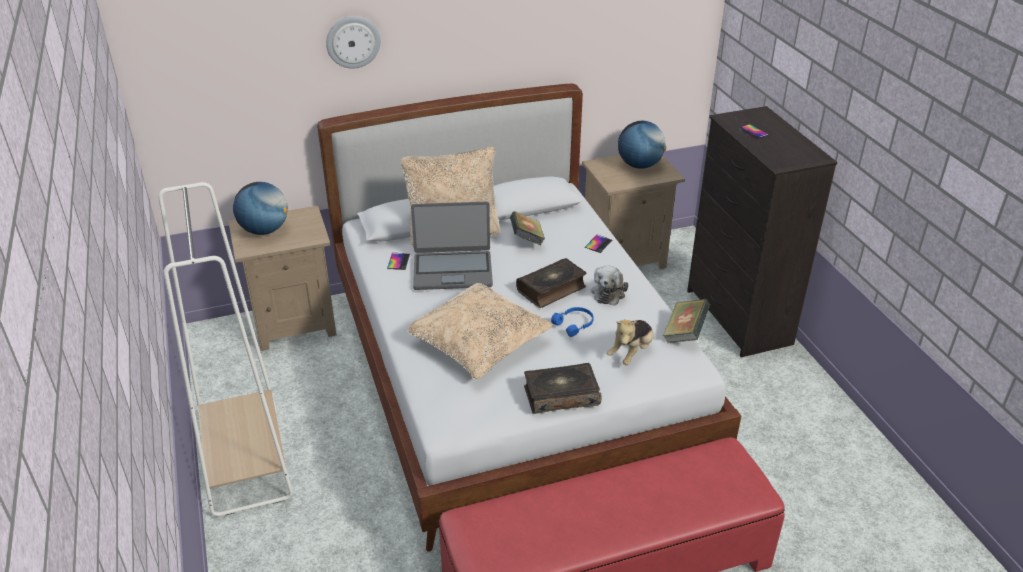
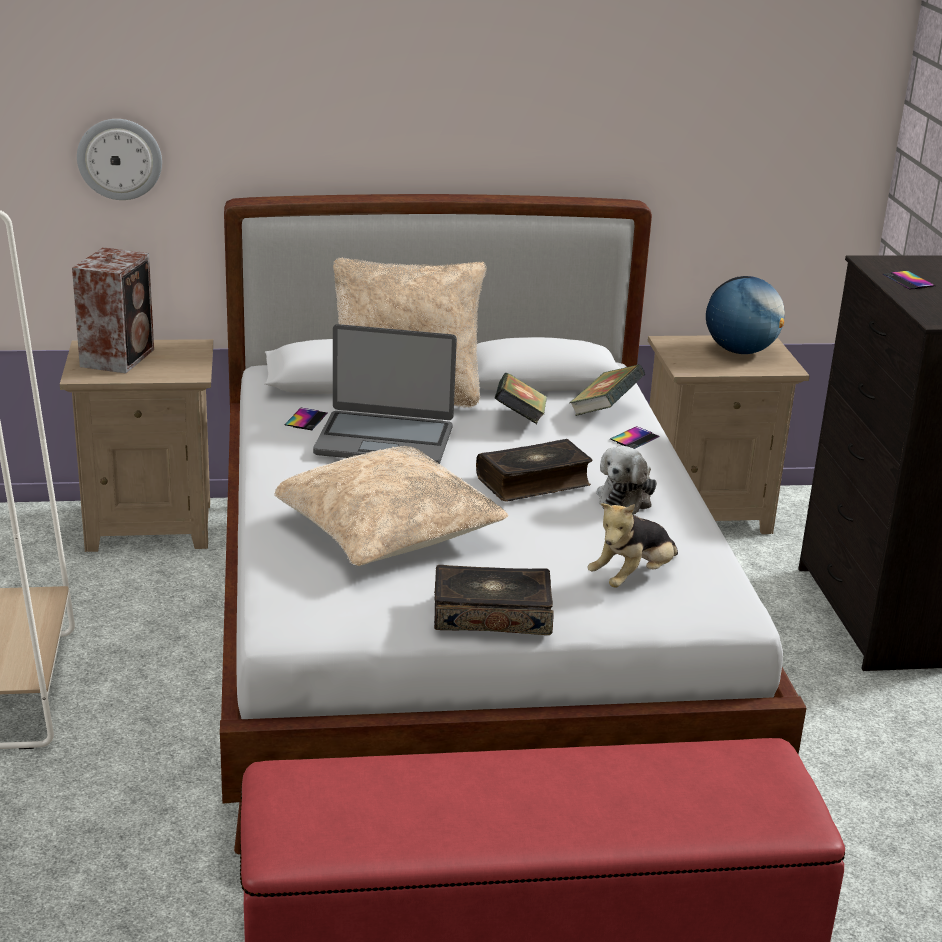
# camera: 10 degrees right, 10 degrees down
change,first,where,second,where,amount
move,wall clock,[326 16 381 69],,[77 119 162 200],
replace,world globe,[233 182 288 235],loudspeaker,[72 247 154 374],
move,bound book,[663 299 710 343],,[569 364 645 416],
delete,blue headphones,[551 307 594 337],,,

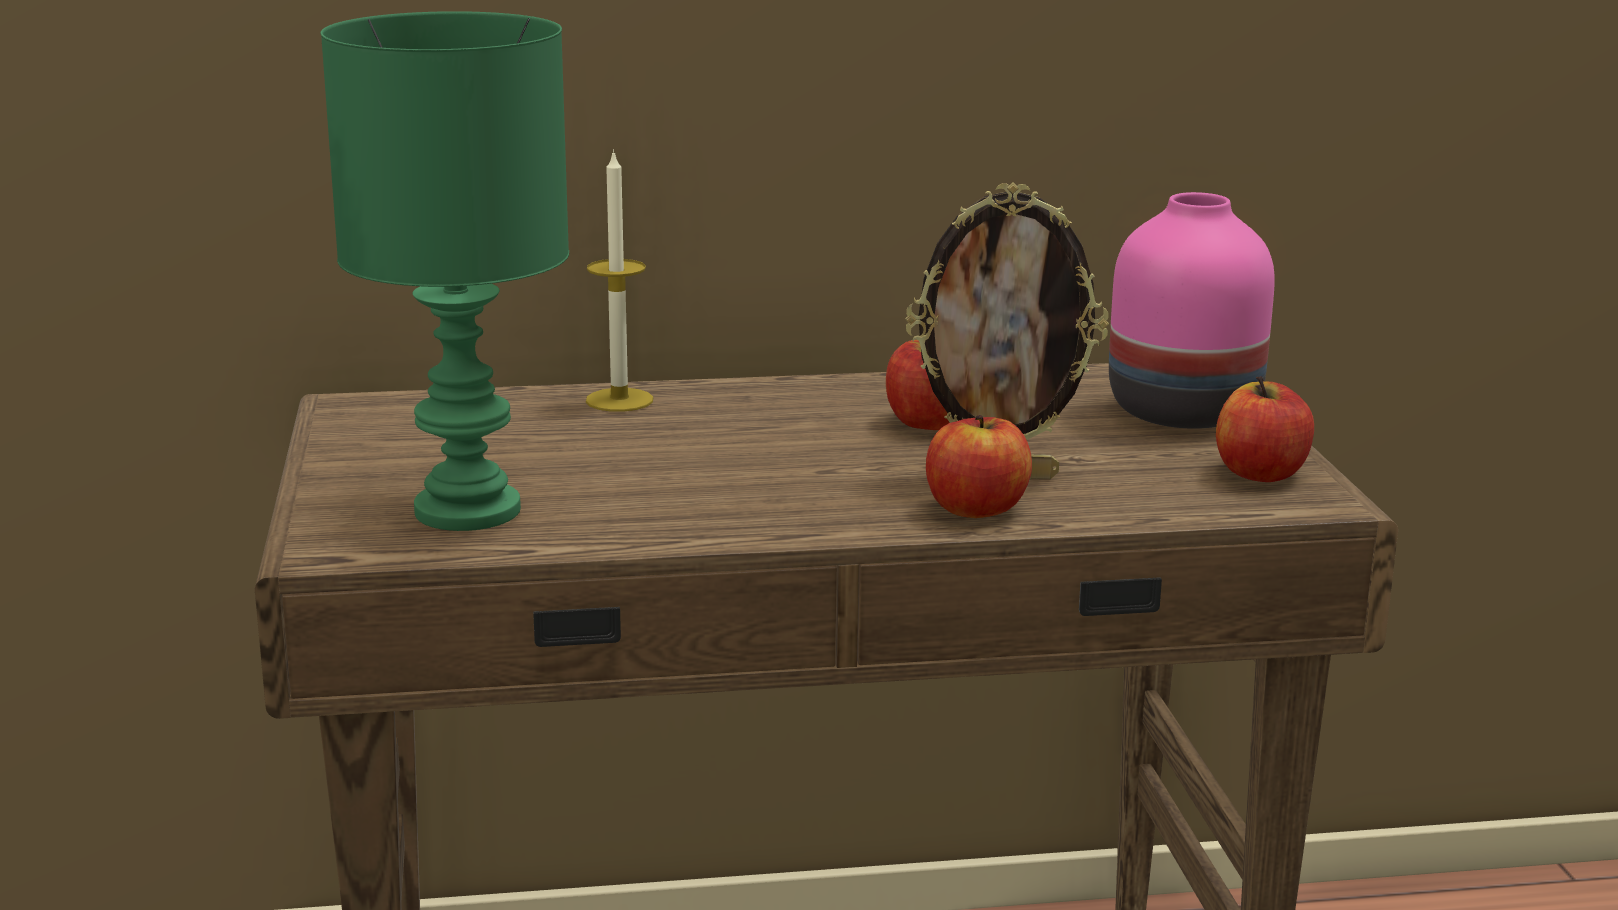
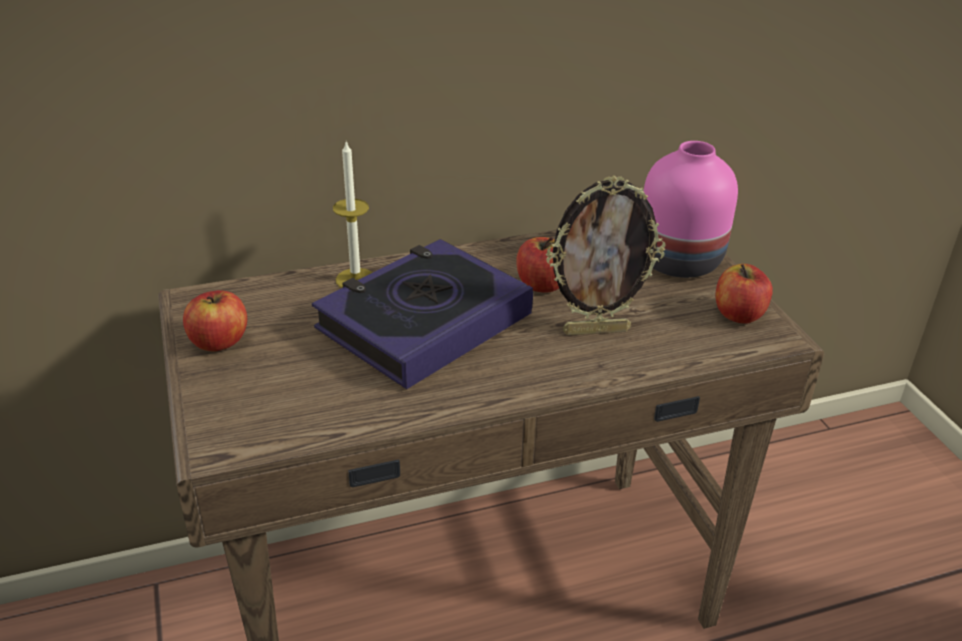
# camera: 10 degrees left, 15 degrees up
change,first,where,second,where,amount
delete,green-coloured lamp for a table,[321 11 569 531],,,
move,apple fruit,[926 415 1032 518],,[183 290 247 352],
insert,,,bound book,[312 239 533 389],

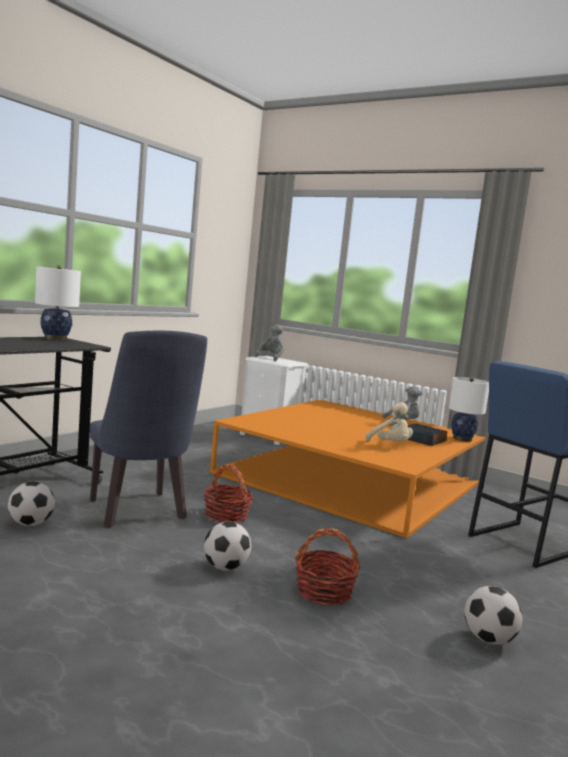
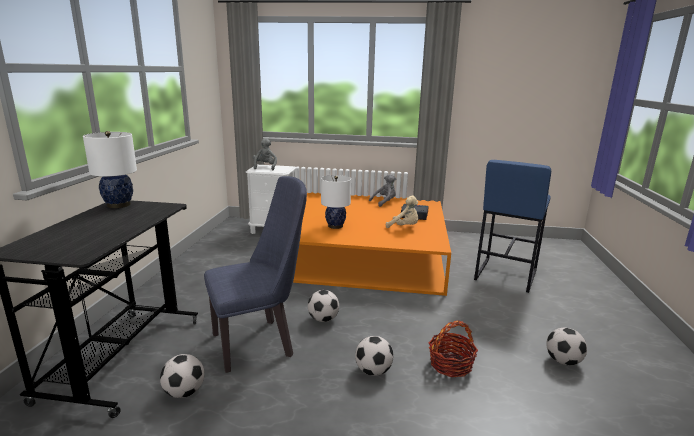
# camera: 25 degrees left, 10 degrees up
change,first,where,second,where,amount
rotate,blue chair,[90 331 207 528],,[204 176 307 373],60 degrees counterclockwise
move,whitish lamp for a table,[449 377 489 442],,[321 175 351 229],
replace,basket,[204 465 253 523],ball for football,[308 290 339 322],

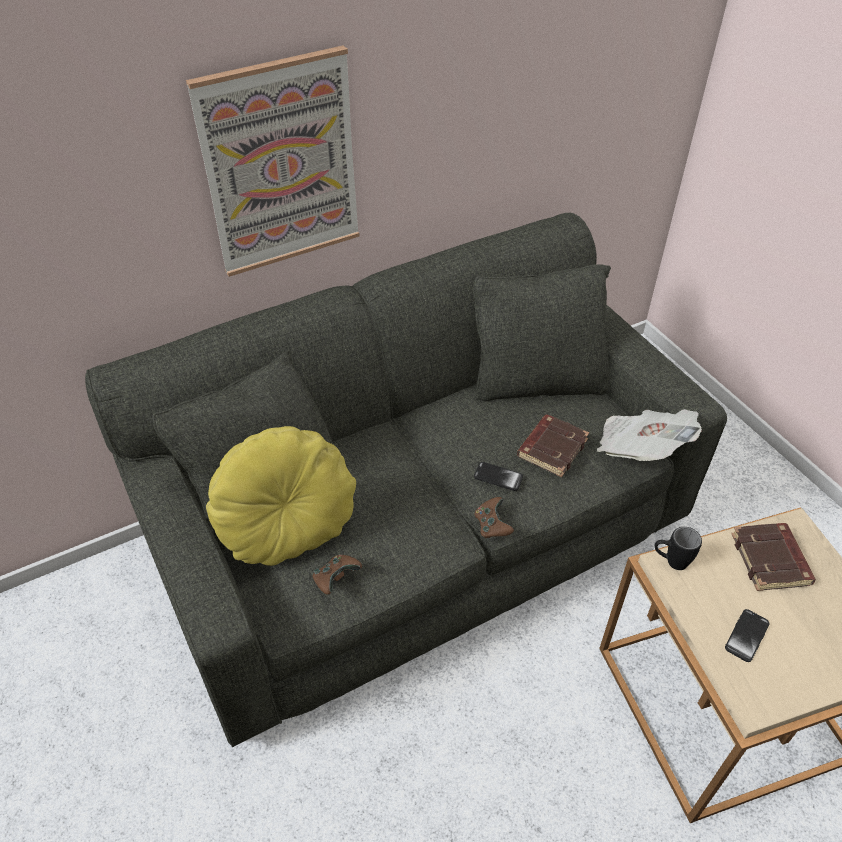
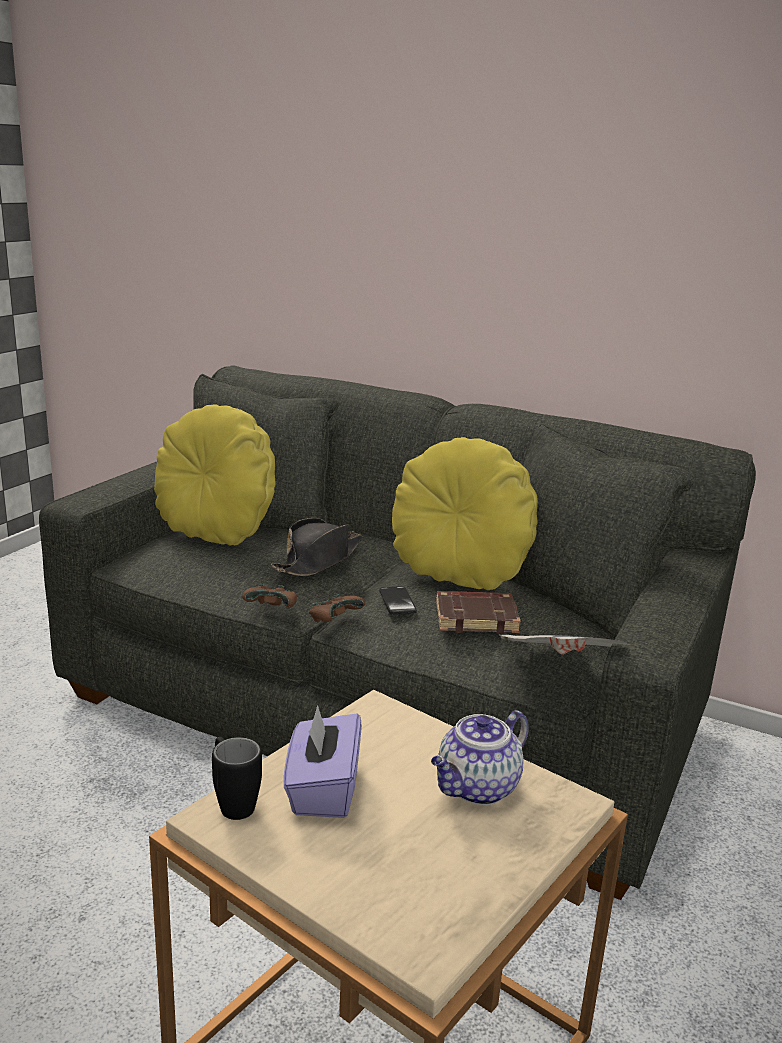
# camera: 55 degrees right, 25 degrees down
change,first,where,second,where,amount
delete,picture,[186 45 360 277],,,
replace,brown-coloured bound book,[731 523 816 591],pot for tea,[431 710 529 805],
move,black tea mug,[655 527 702 570],,[212 737 262 820],
move,brown-coloured gamepad,[313 555 362 595],,[242 584 297 607],
replace,phone,[725 609 769 662],purple tissue holder,[284 705 362 818],
insert,,,yellow-coloured throw pillow,[392 437 538 590],
insert,,,black wearable hat,[271 518 362 576],

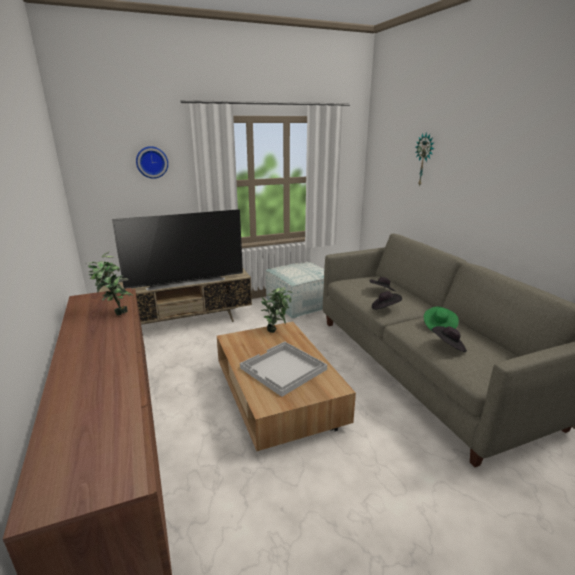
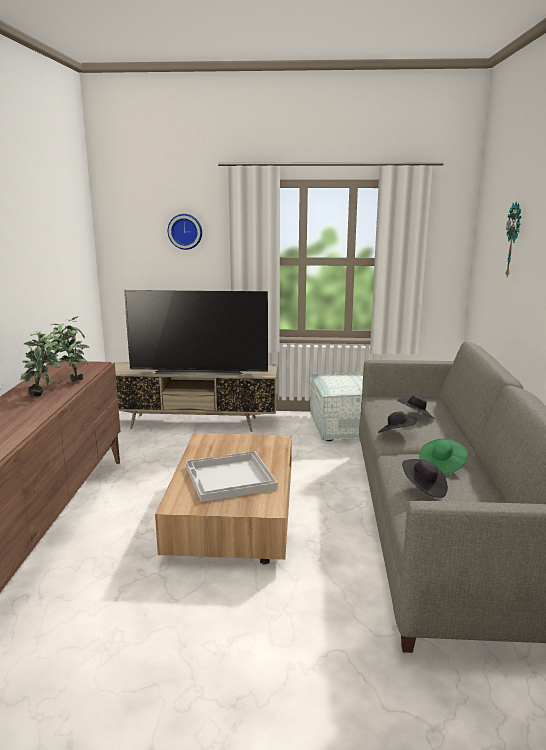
# camera: 25 degrees right, 5 degrees down
change,first,where,second,where,amount
move,plant in a pot,[261 287 292 333],,[20 331 62 396],

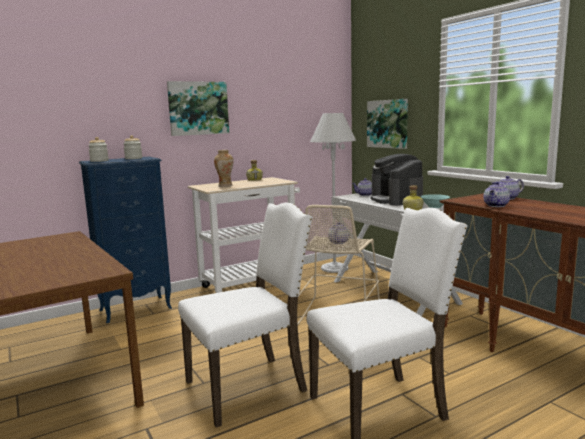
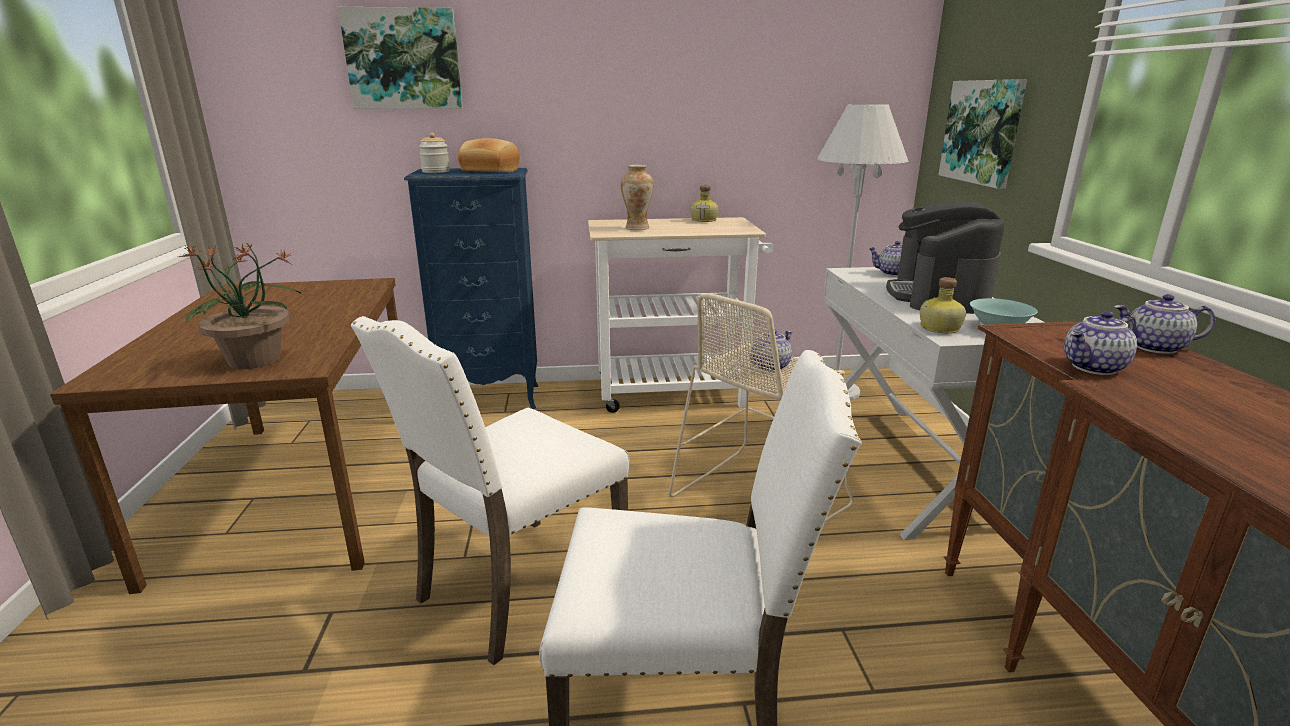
# camera: 25 degrees right, 10 degrees up
change,first,where,second,where,amount
move,picture,[167 81 229 136],,[338 7 463 109],
replace,preserve jar,[123 135 142 159],baked bread,[458 138 520 172],
rotate,whitish chair,[178 202 313 428],,[351 316 630 665],135 degrees clockwise
insert,,,plant in a pot,[179 243 301 369],

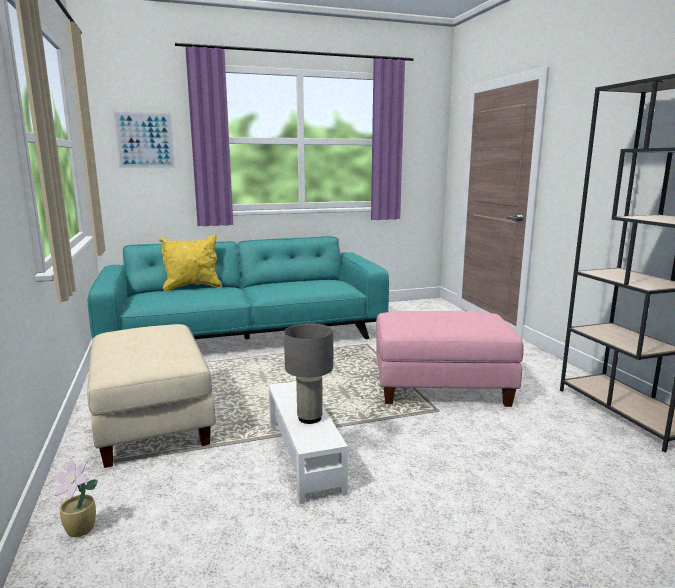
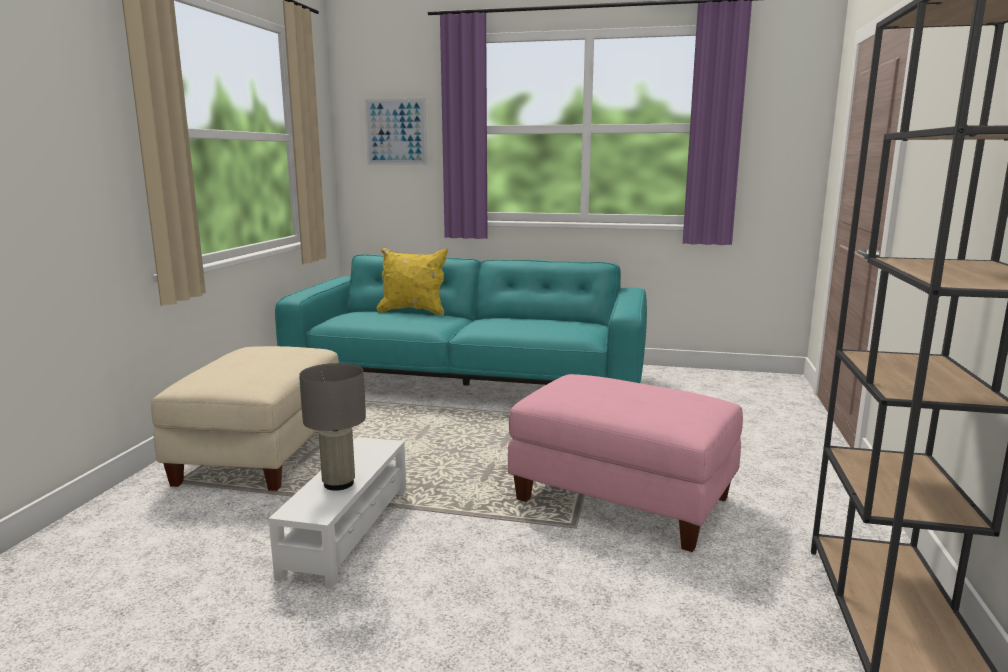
# camera: 30 degrees right, 0 degrees up
change,first,where,second,where,amount
delete,plant in a pot,[55 459 98 537],,,

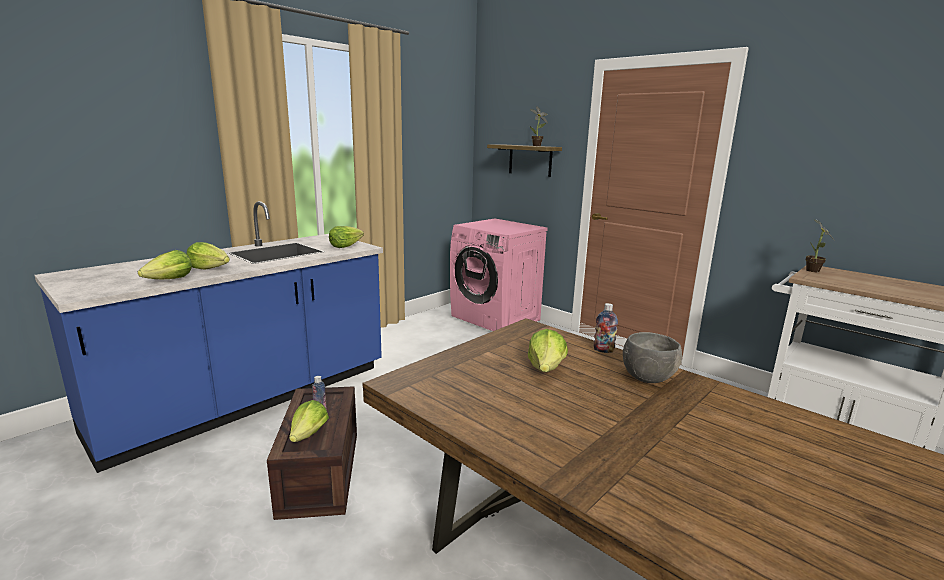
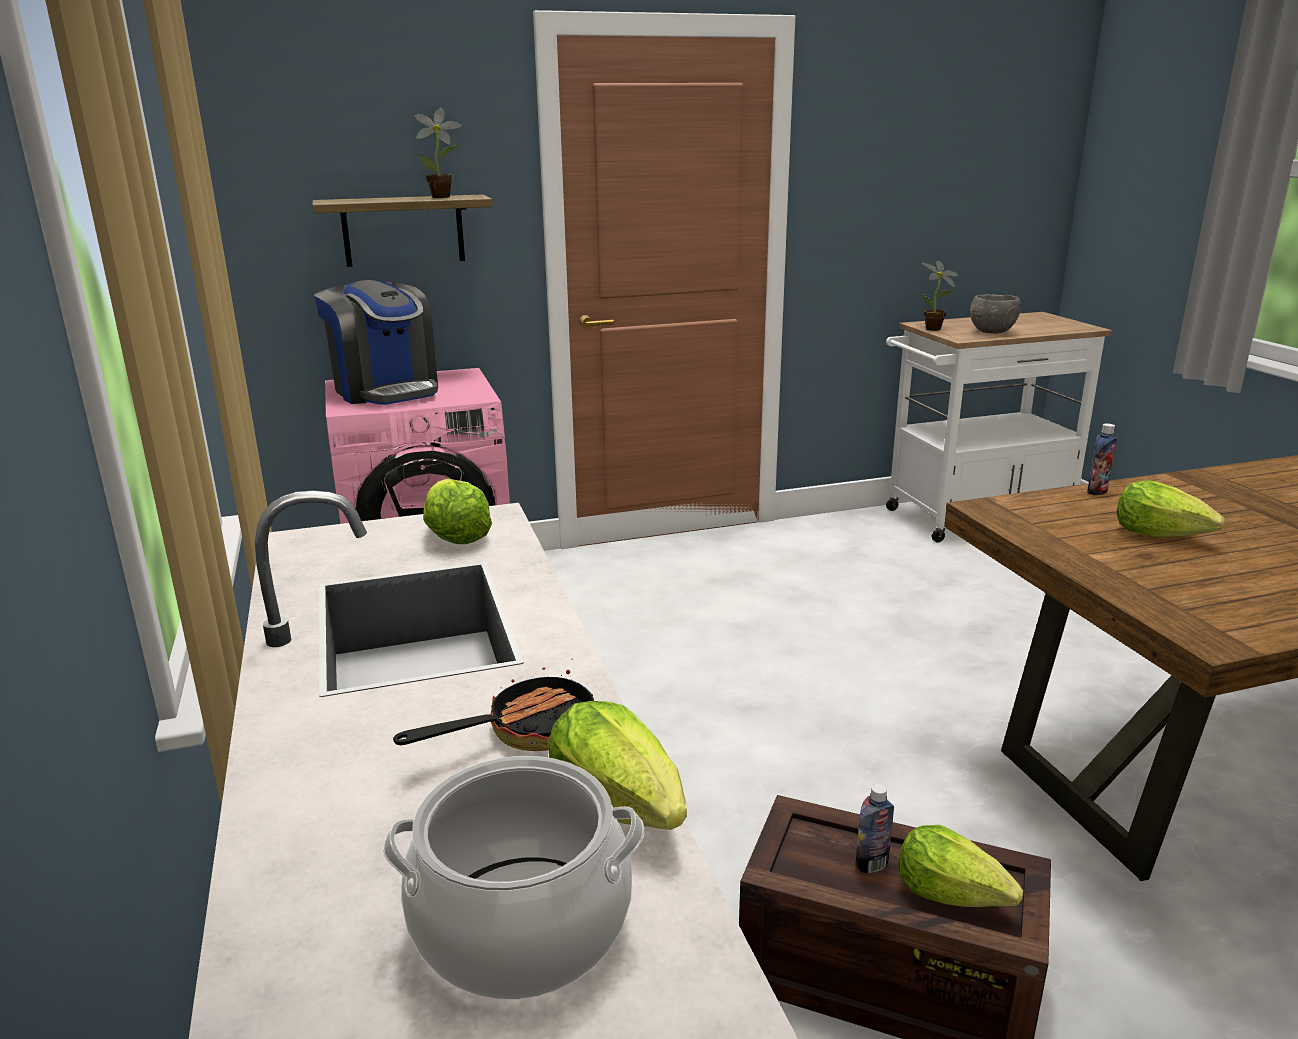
# camera: 60 degrees left, 5 degrees up
change,first,where,second,where,amount
replace,lettuce head,[186 242 230 270],skillet,[393 659 594 751],
move,gray bowl,[623 332 682 383],,[970 294 1021 334],
insert,,,coffee maker,[314 280 438 405],
insert,,,cooking pot,[383 756 644 1000],

